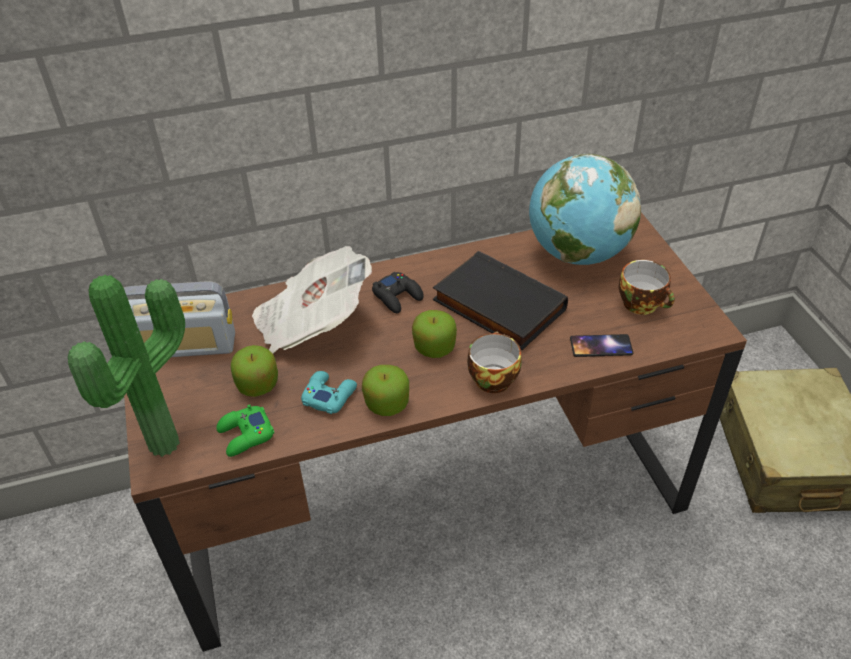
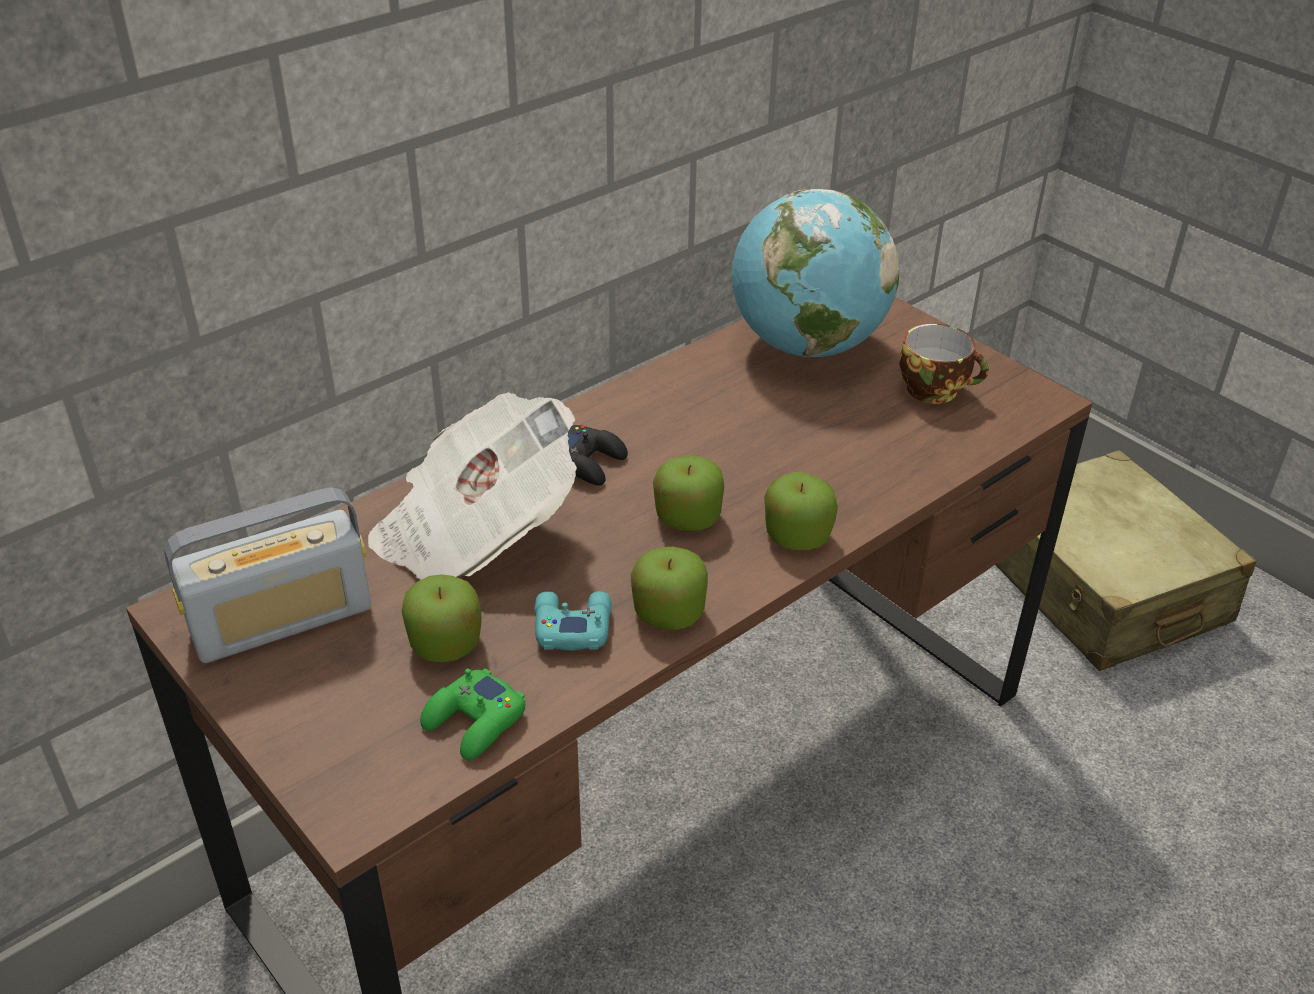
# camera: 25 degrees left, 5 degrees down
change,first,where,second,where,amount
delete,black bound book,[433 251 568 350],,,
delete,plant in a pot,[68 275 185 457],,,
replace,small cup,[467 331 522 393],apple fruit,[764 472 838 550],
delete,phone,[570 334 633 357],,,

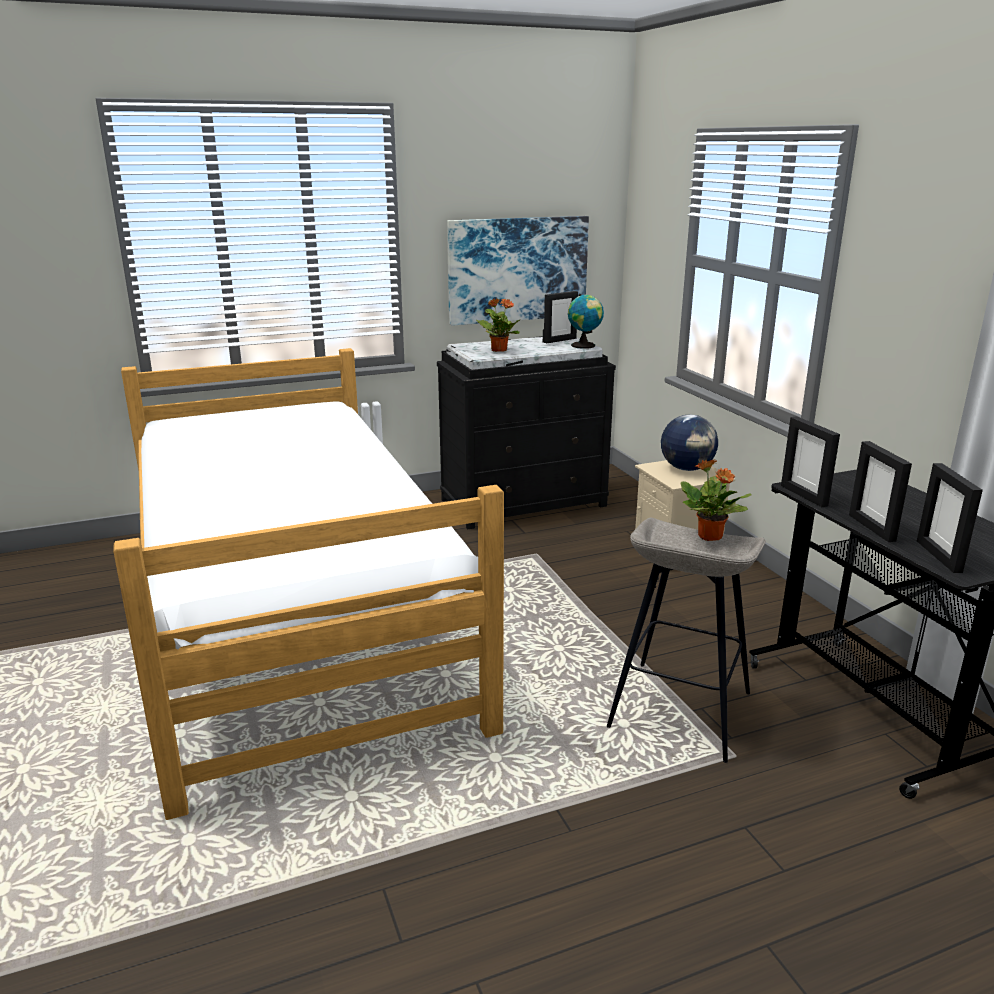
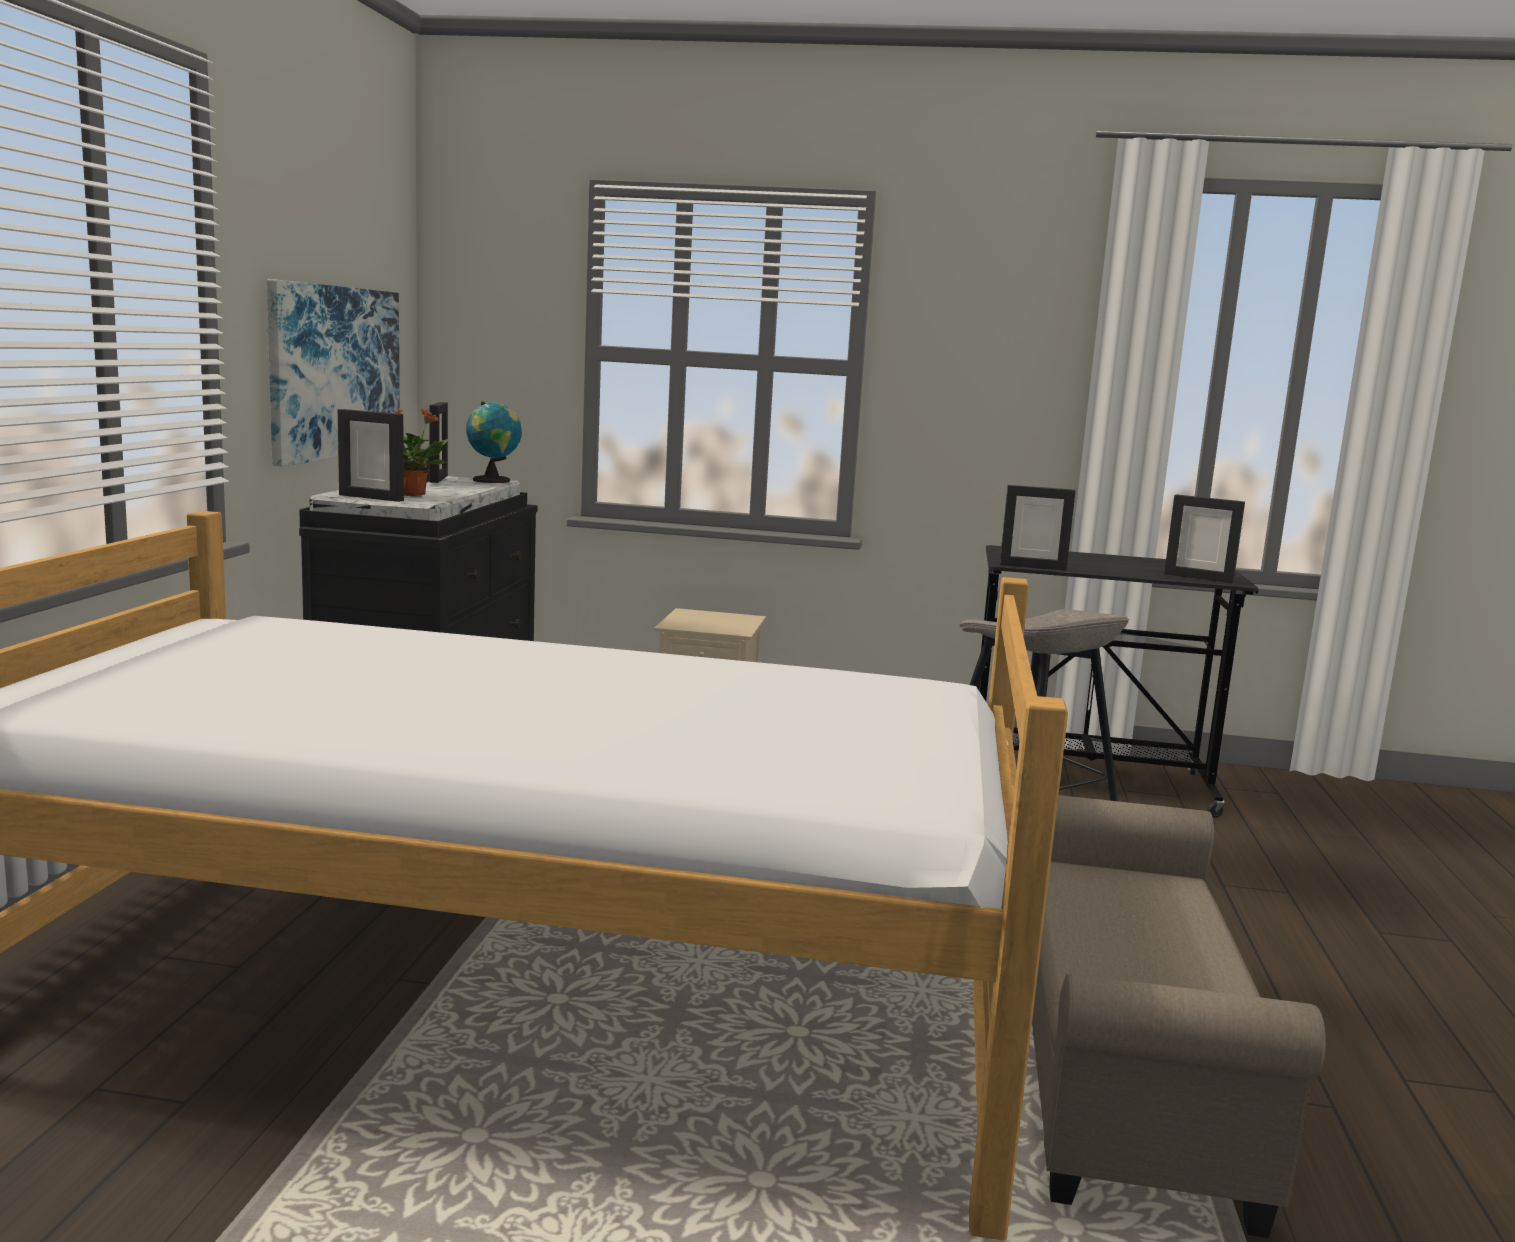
# camera: 60 degrees left, 10 degrees down
change,first,where,second,where,amount
delete,world globe,[661 415 718 471],,,
move,standing frame,[849 441 912 542],,[338 409 404 502],
delete,plant in a pot,[681 459 752 541],,,
insert,,,beige-coloured ottoman,[1032 795 1326 1238],

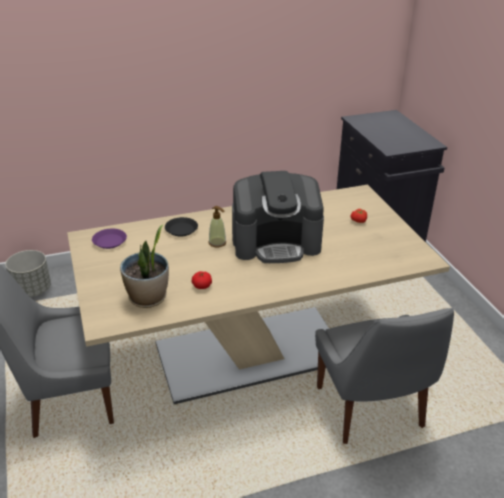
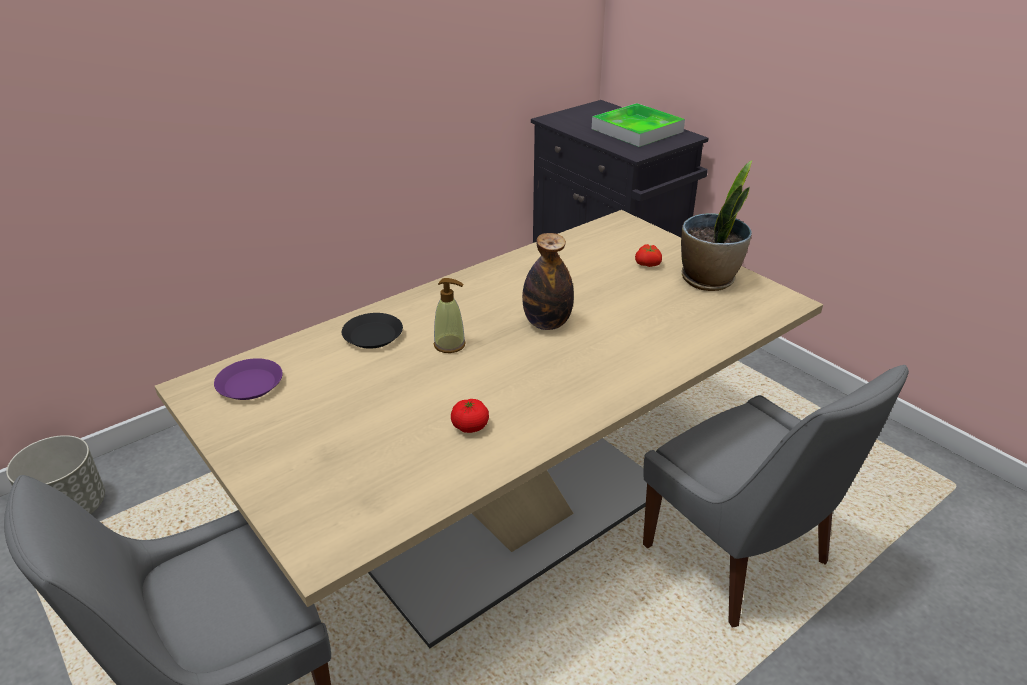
# camera: 20 degrees left, 0 degrees up
change,first,where,second,where,amount
replace,coffee maker,[232 171 324 263],beverage bottle,[522 233 574 330],
move,plant in a pot,[120 224 169 308],,[681 161 752 291],
insert,,,carrying tray,[592 103 685 147],

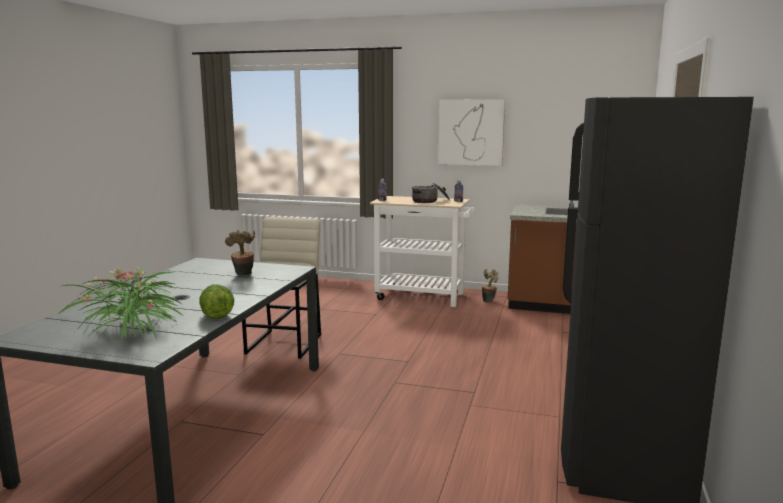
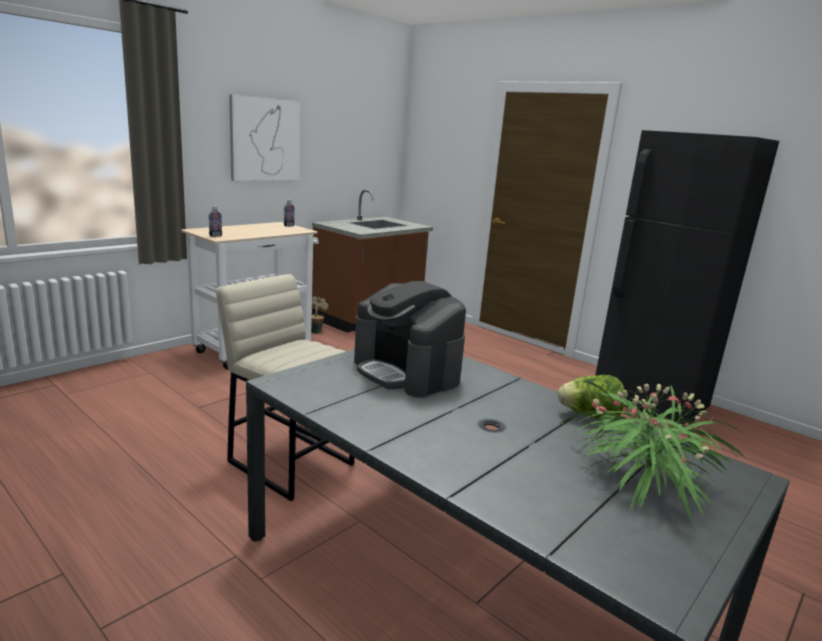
# camera: 65 degrees left, 5 degrees up
change,first,where,second,where,amount
delete,cooking pot,[412 183 450 203],,,
replace,plant in a pot,[225 230 255 275],coffee maker,[354 281 466 397],

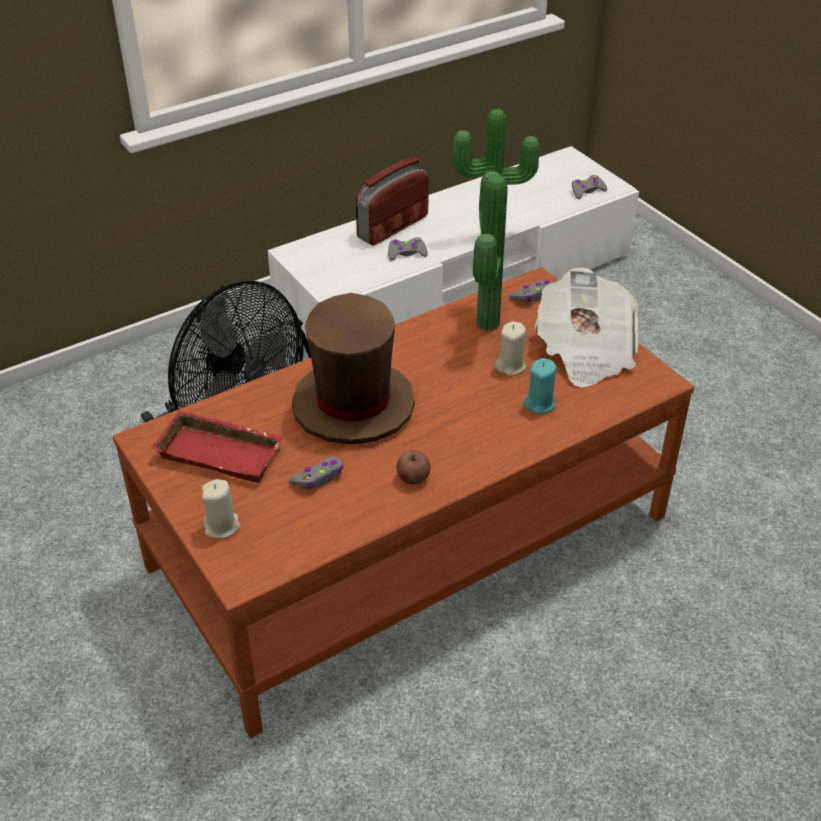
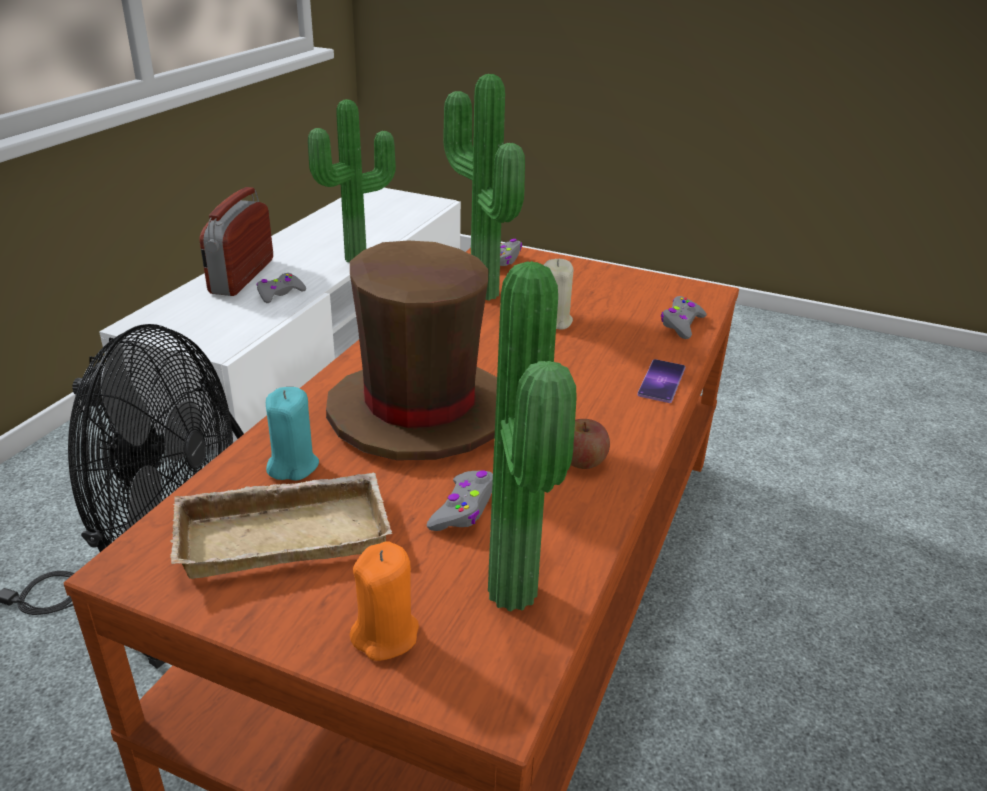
# camera: 35 degrees left, 10 degrees down
change,first,where,second,where,amount
move,gray gamepad,[571 175 607 199],,[661 296 707 339],
delete,newspaper,[535 268 638 388],,,
move,turquoise wax candle,[523 358 557 414],,[266 387 319 481],
recolor,red-coloured carrying tray,[151 411 284 483],beige-coloured carrying tray,[170 473 392 579],
recolor,beige-coloured wax candle,[202 479 241 538],orangey wax candle,[350 541 419 661],
insert,,,plant in a pot,[488 261 577 611],
insert,,,phone,[637 359 685 403],

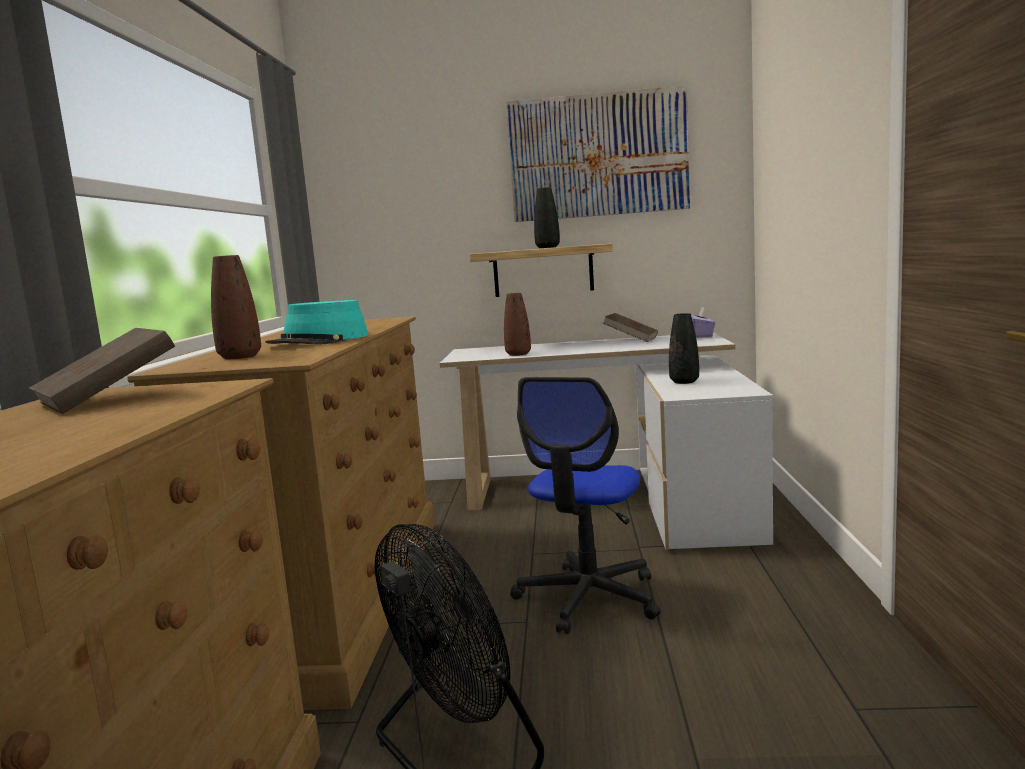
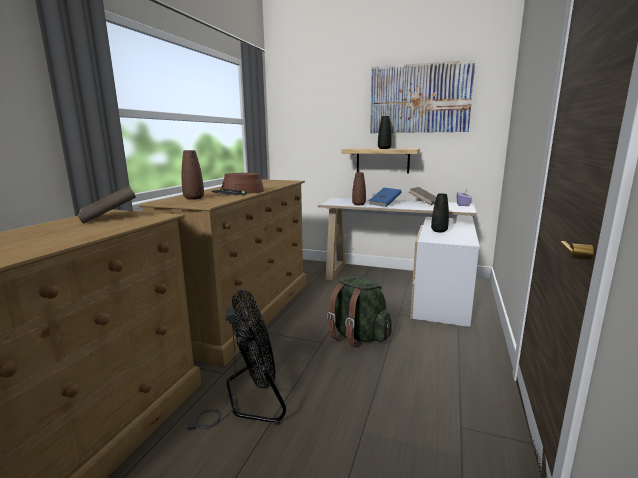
# camera: 15 degrees right, 5 degrees up
change,first,where,second,where,amount
recolor,turquoise wearable hat,[265 300 368 345],brown-coloured wearable hat,[212 173 264 195],
replace,office chair,[510 377 661 634],green-coloured backpack,[327 276 391 347],
insert,,,blue bound book,[369 188 402 207],

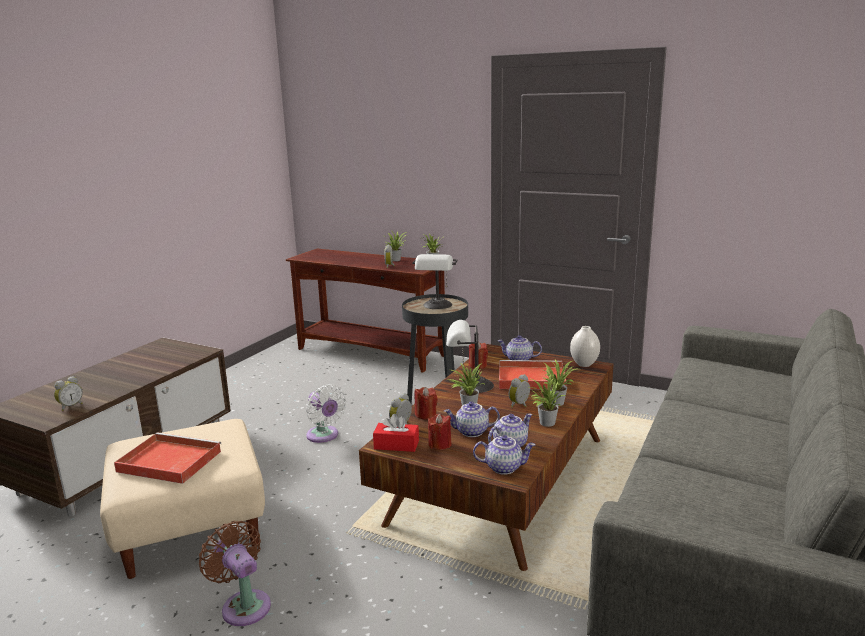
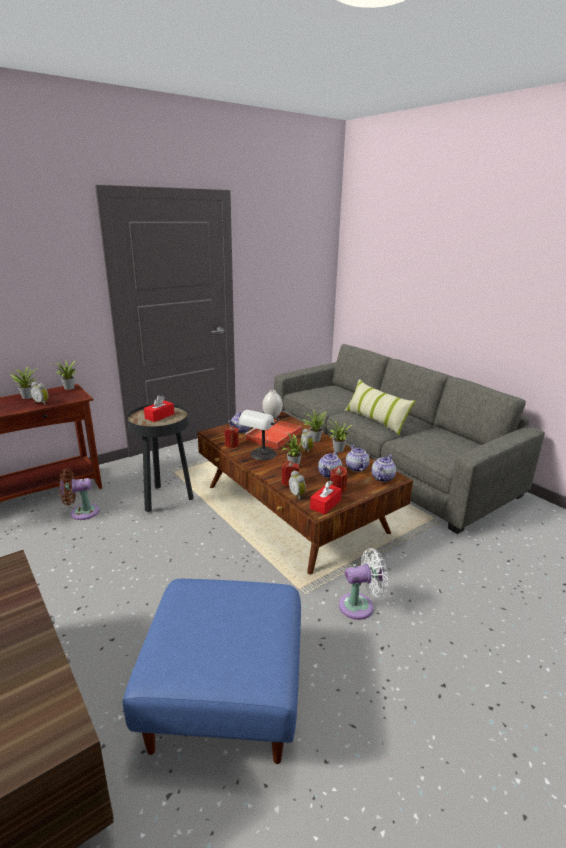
# camera: 65 degrees left, 5 degrees up
change,first,where,second,where,amount
replace,lamp for a table,[412 254 458 309],red-coloured tissue holder,[144 395 175 422],
delete,table clock,[54 376 83 411],,,
move,whitish electric fan,[306 385 346 443],,[339 548 388 620],
recolor,beige-coloured ottoman,[100 419 265 579],blue ottoman,[123 579 301 764],
delete,red-coloured carrying tray,[114 432 221 484],,,
move,brown-coloured electric fan,[199 521 271 626],,[59 468 99 520],
insert,,,throw pillow,[345 379 416 435],

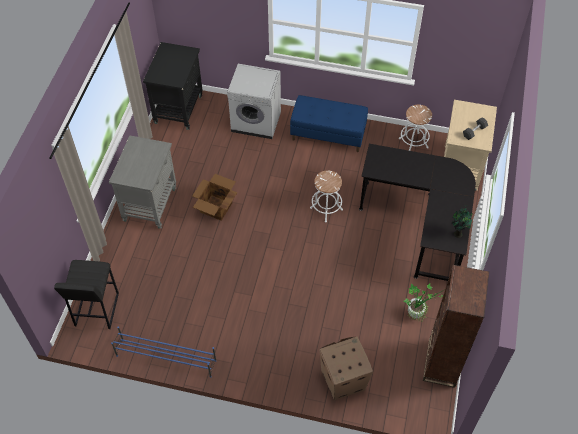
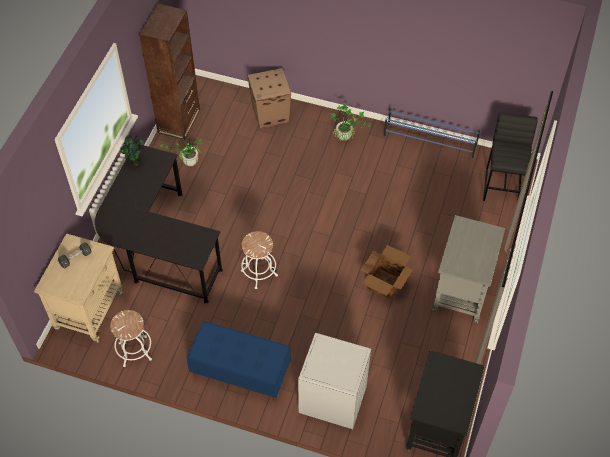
# camera: 175 degrees left, 0 degrees up
change,first,where,second,where,amount
insert,,,plant in a pot,[330 102 374 144],

